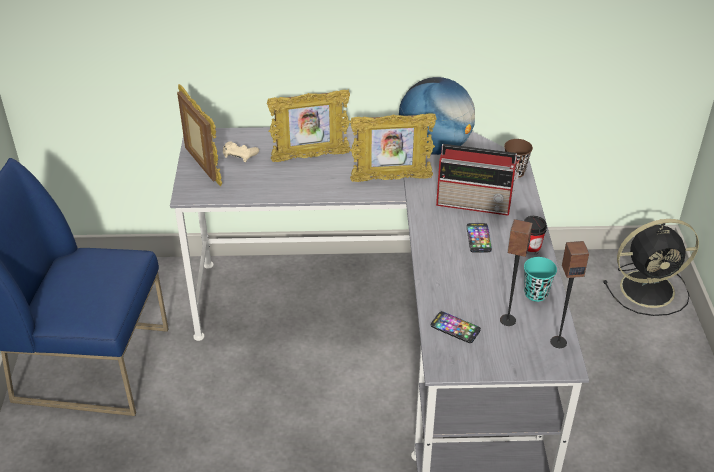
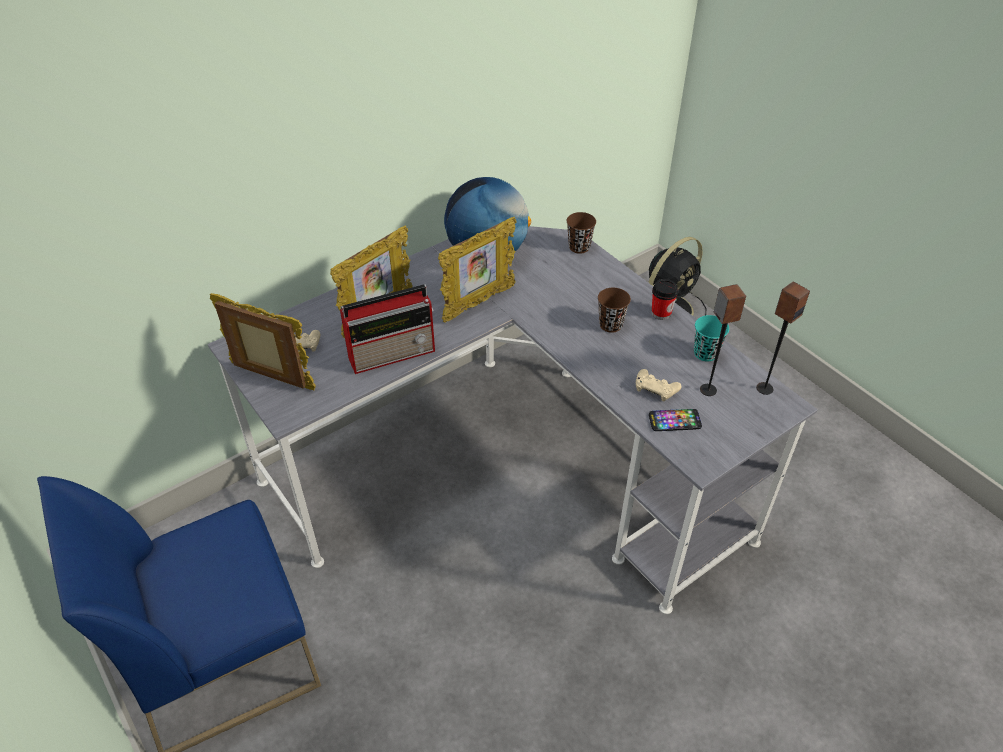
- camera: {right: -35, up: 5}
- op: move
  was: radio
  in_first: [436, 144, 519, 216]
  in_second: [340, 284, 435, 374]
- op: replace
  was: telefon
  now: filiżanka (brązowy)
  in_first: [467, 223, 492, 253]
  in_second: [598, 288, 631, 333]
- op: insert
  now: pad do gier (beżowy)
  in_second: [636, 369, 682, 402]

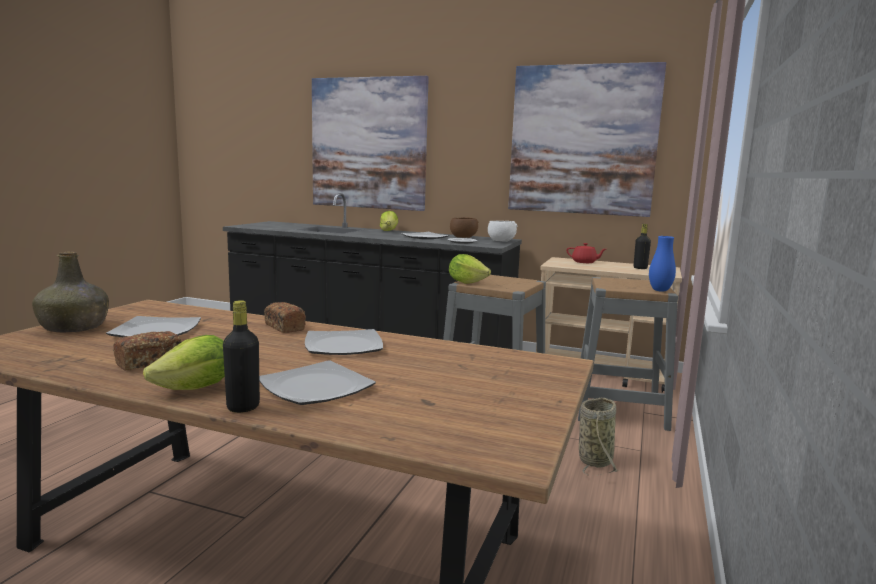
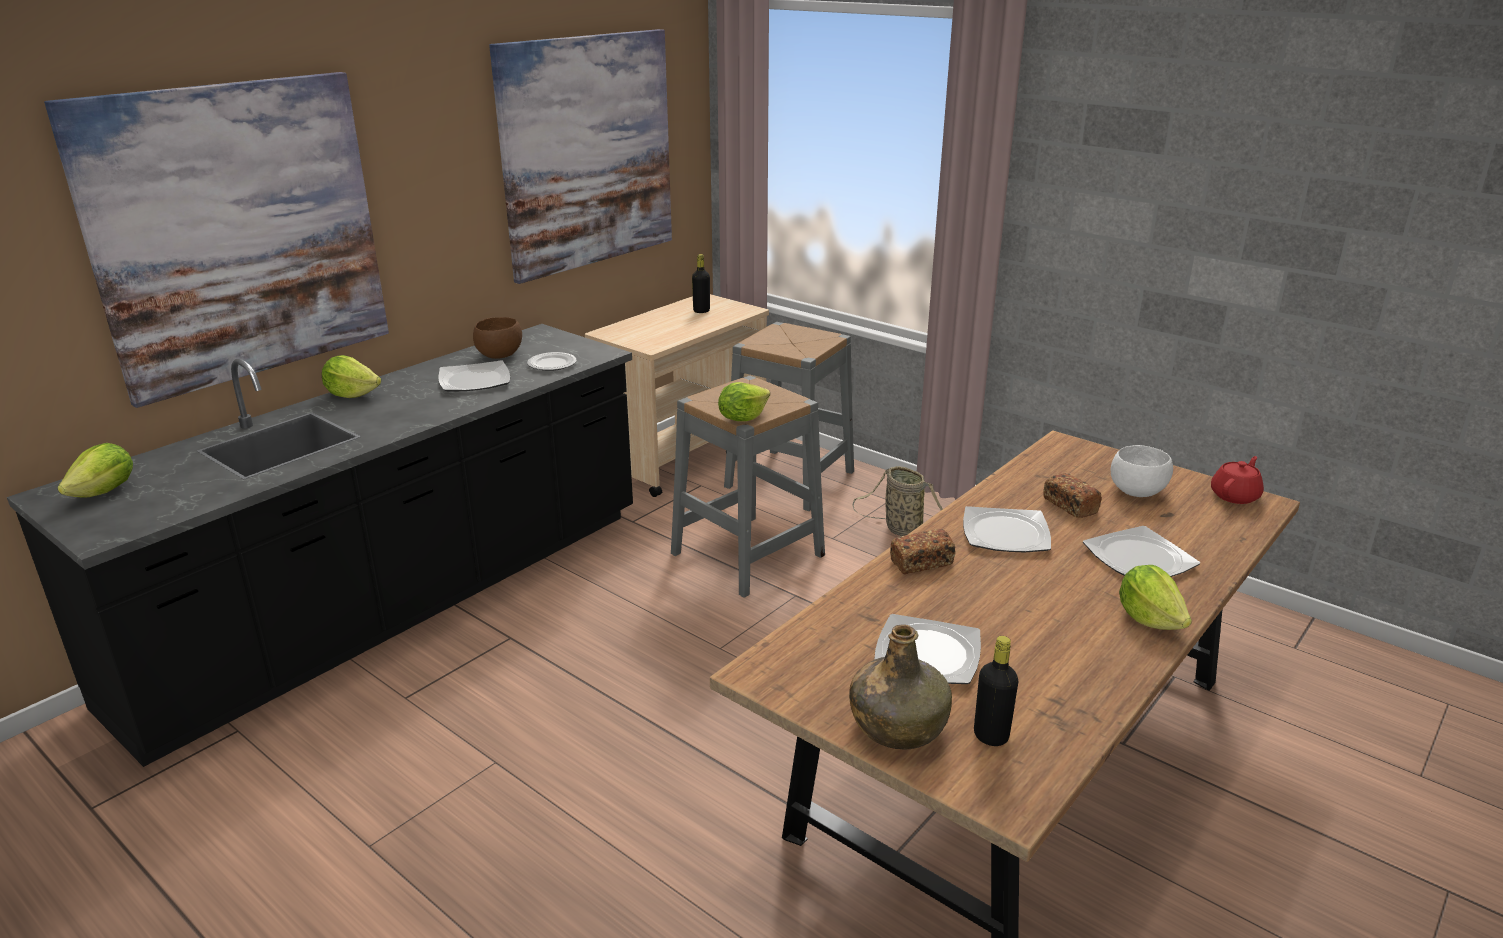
- camera: {right: -70, up: 15}
- op: insert
  now: sałata
  in_second: [57, 443, 133, 497]
- op: move
  was: butelka (czarny)
  in_first: [223, 300, 260, 413]
  in_second: [974, 636, 1018, 746]
- op: move
  was: chleb
  in_first: [113, 331, 182, 371]
  in_second: [1043, 473, 1102, 518]
- op: move
  was: miska (biały)
  in_first: [488, 221, 518, 242]
  in_second: [1111, 445, 1173, 497]
- op: move
  was: imbryk (czerwony)
  in_first: [566, 243, 606, 263]
  in_second: [1211, 456, 1264, 504]
- op: delete
  was: wazon (niebieski)
  in_first: [649, 236, 676, 292]

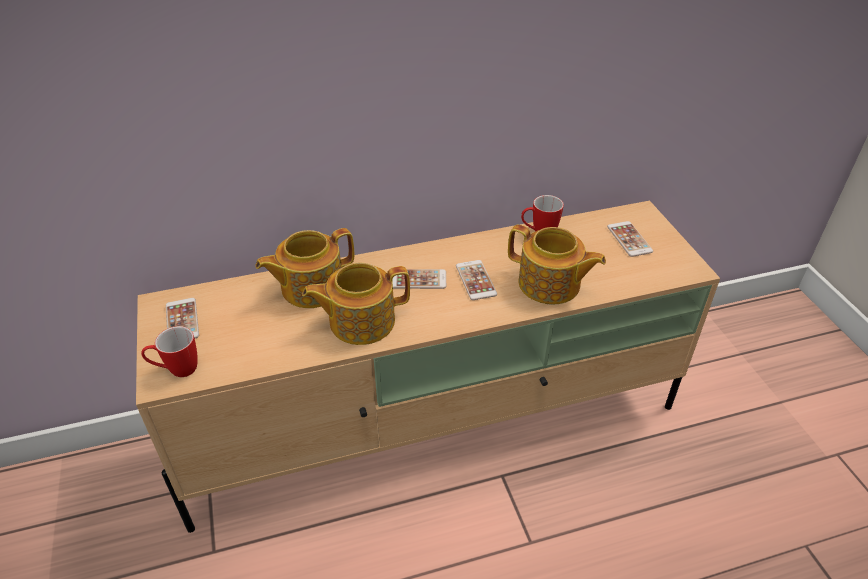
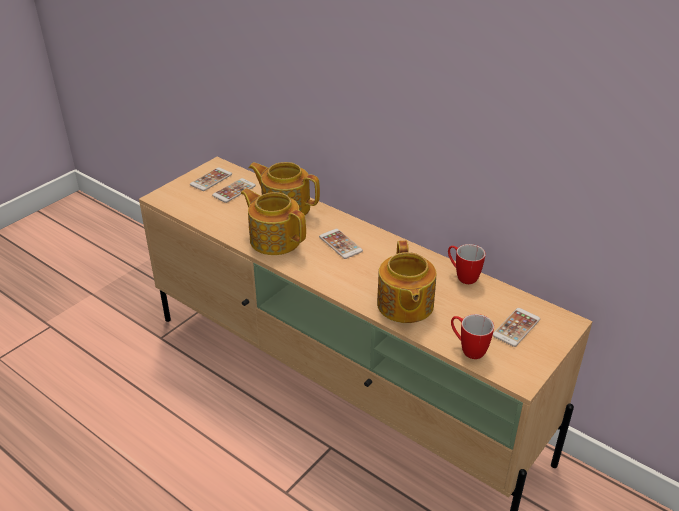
- camera: {right: 55, up: -5}
- op: move
  was: telefon
  in_first: [456, 260, 497, 300]
  in_second: [212, 178, 256, 203]
- op: move
  was: kubek
  in_first: [141, 326, 198, 377]
  in_second: [451, 314, 494, 359]

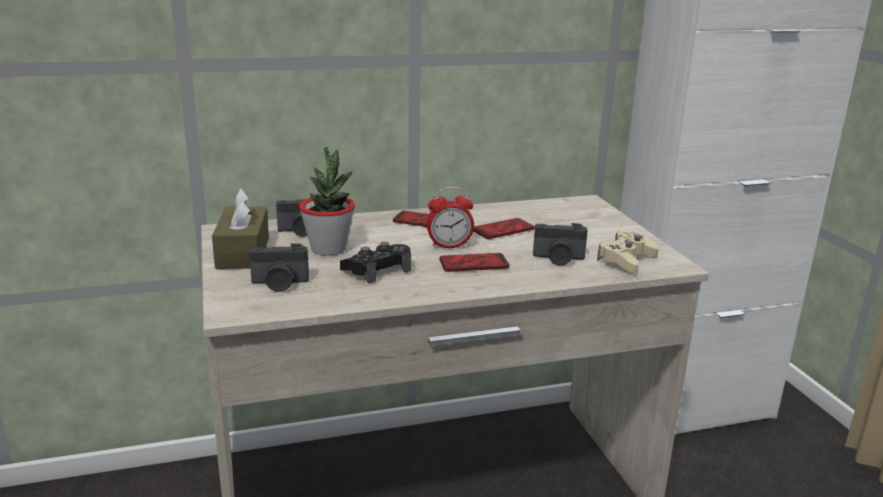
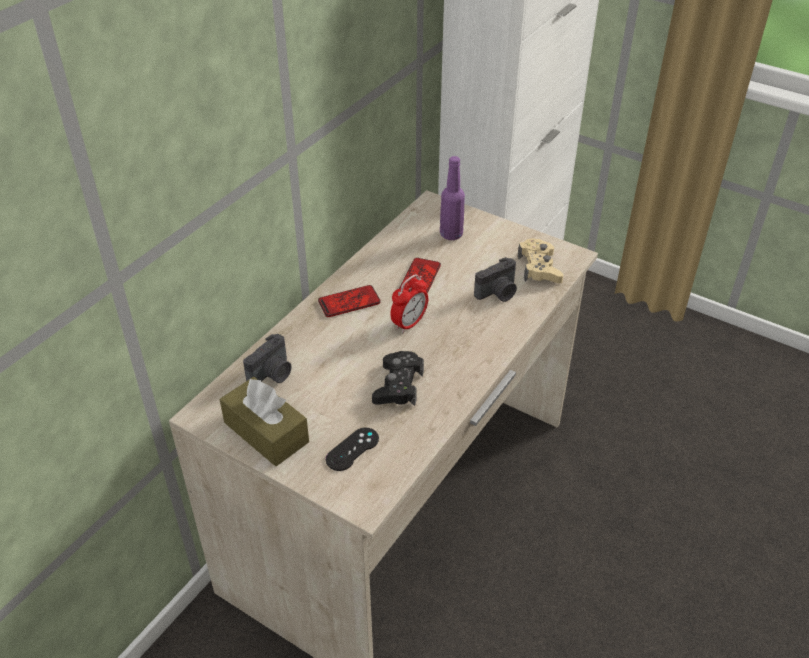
- camera: {right: -40, up: 20}
- op: replace
  was: aparat fotograficzny
  now: pad do gier (czarny)
  in_first: [249, 243, 309, 292]
  in_second: [326, 428, 379, 471]
- op: insert
  now: butelka (fioletowy)
  in_second: [440, 156, 465, 240]
- op: delete
  was: roślina doniczkowa
  in_first: [299, 147, 355, 256]
- op: delete
  was: telefon
  in_first: [439, 253, 509, 272]

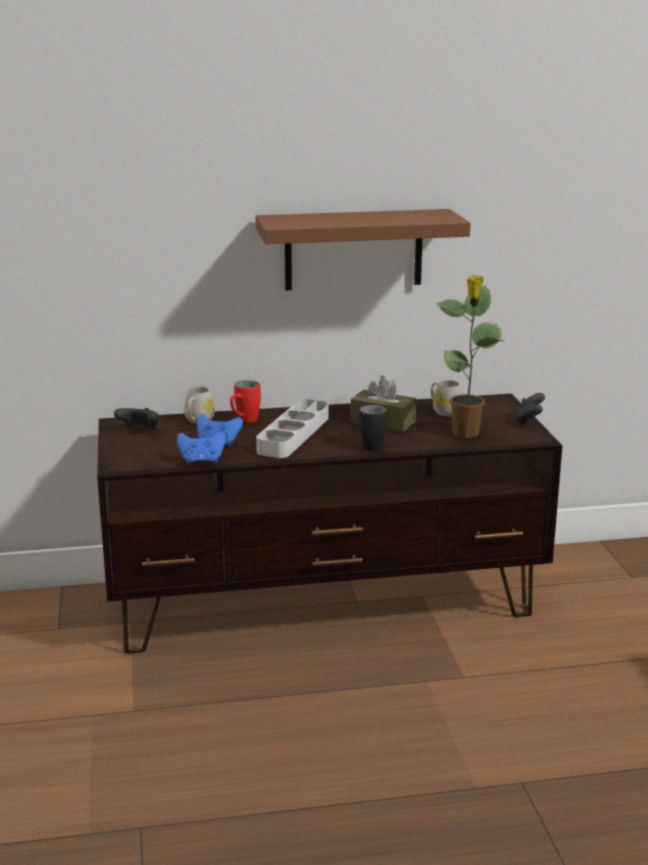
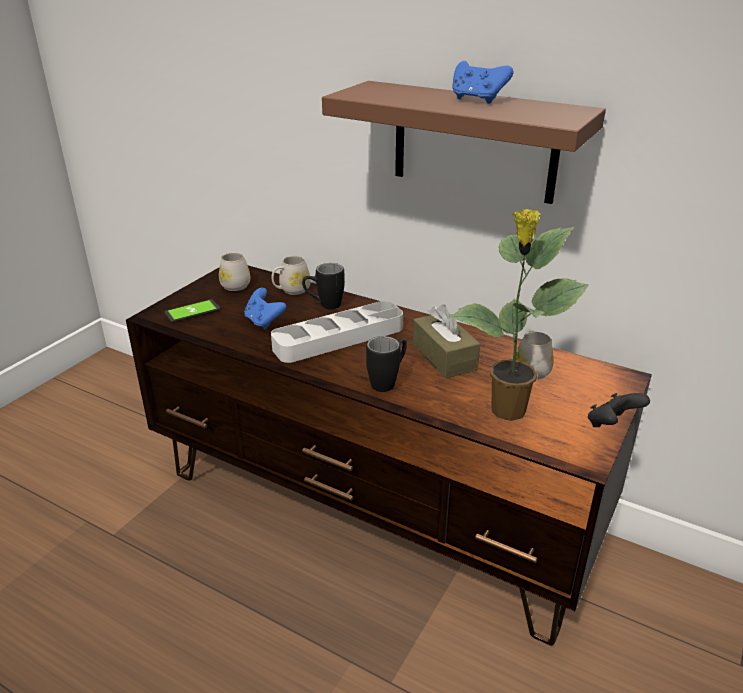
- camera: {right: 40, up: 10}
- op: insert
  now: telefon
  in_second: [164, 299, 220, 322]
- op: replace
  was: pad do gier (czarny)
  now: kubek (biały)
  in_first: [114, 408, 160, 430]
  in_second: [219, 252, 250, 291]
- op: recolor
  was: kubek (czerwony)
  now: kubek (czarny)
  in_first: [230, 380, 261, 423]
  in_second: [302, 263, 345, 309]
- op: move
  was: pad do gier (niebieski)
  in_first: [177, 432, 226, 464]
  in_second: [452, 61, 514, 104]

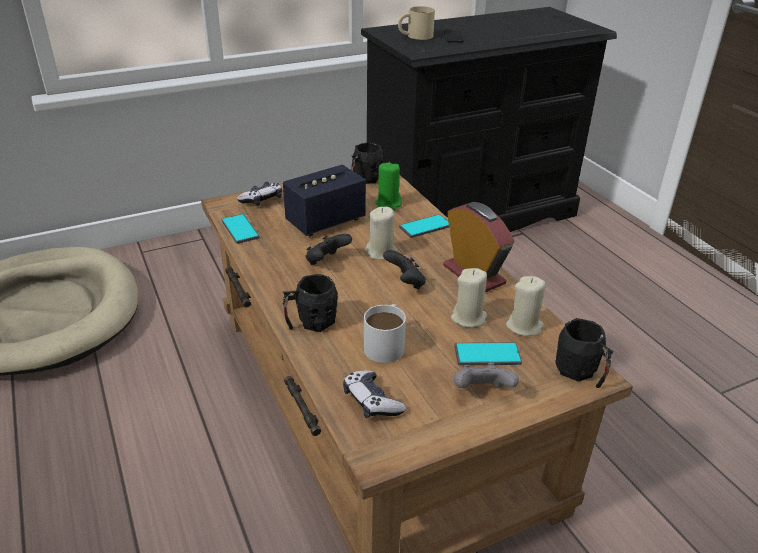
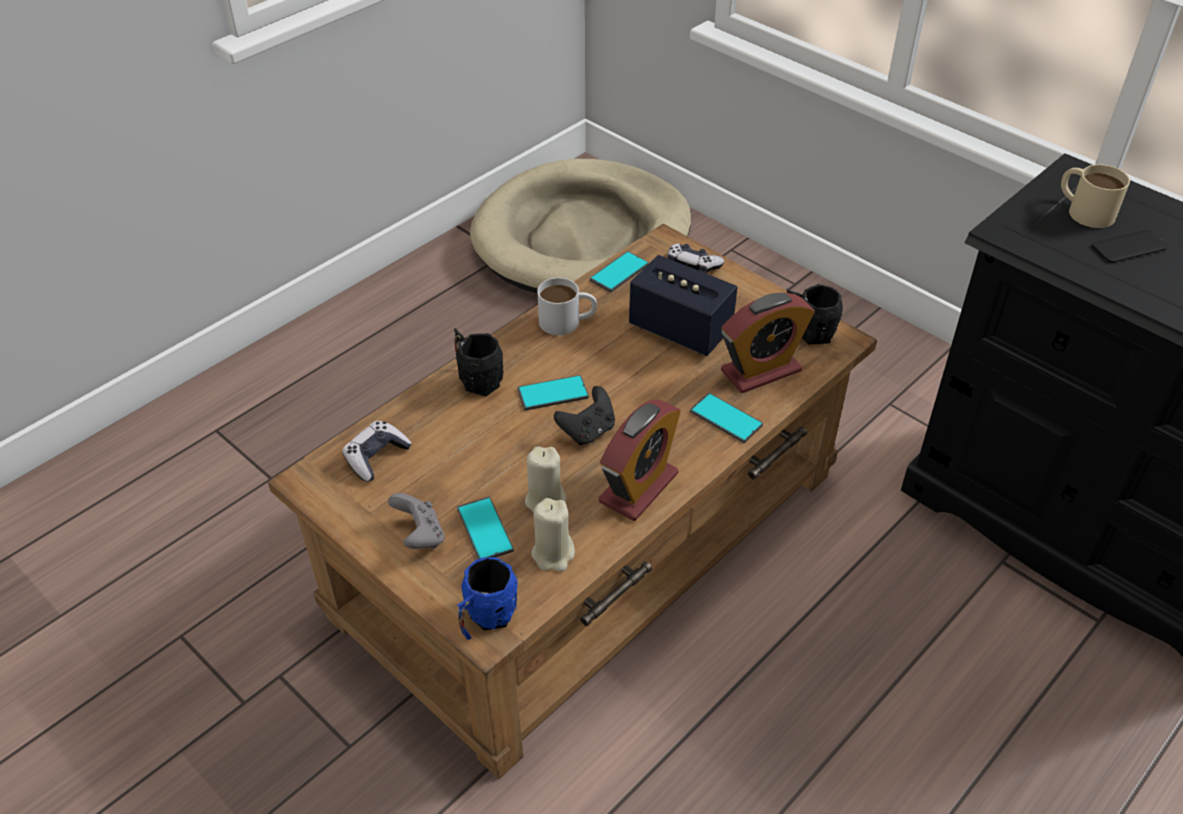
- camera: {right: 70, up: 10}
- op: recolor
  was: kubek (czarny)
  now: kubek (niebieski)
  in_first: [555, 318, 614, 388]
  in_second: [457, 557, 518, 640]
- op: insert
  now: telefon
  in_second: [517, 375, 589, 411]
- op: move
  was: kubek (biały)
  in_first: [364, 304, 406, 363]
  in_second: [538, 278, 597, 335]
- op: replace
  was: świeca (zielony)
  now: budzik
  in_first: [375, 162, 402, 211]
  in_second: [721, 293, 815, 393]
- op: delete
  was: pad do gier (czarny)
  in_first: [306, 234, 352, 265]
- op: delete
  was: świeca (beżowy)
  in_first: [366, 207, 397, 260]

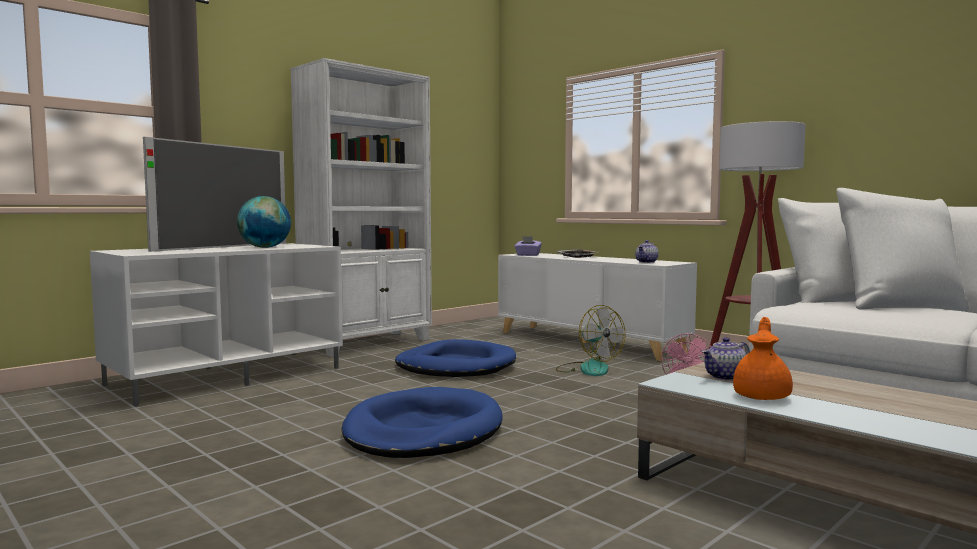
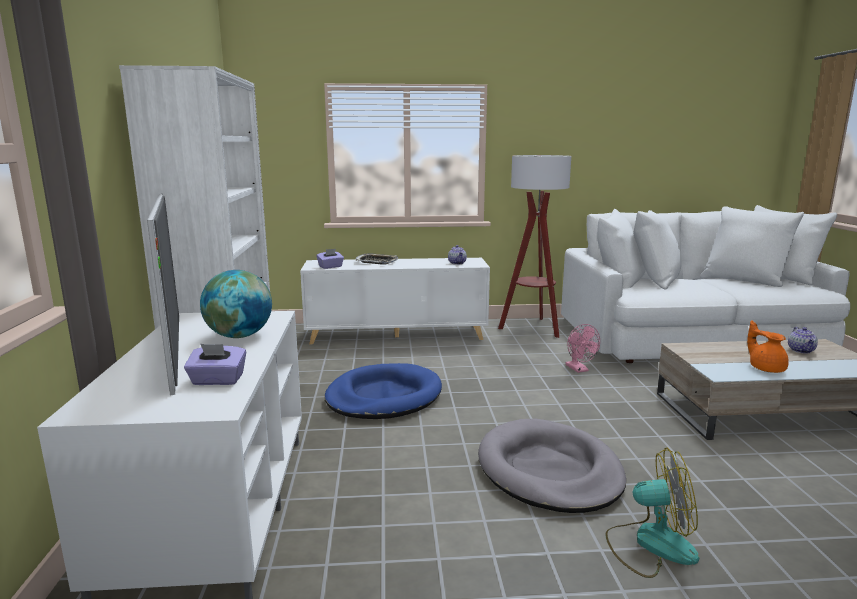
- camera: {right: -50, up: 10}
- op: insert
  now: pudełko chusteczek (fioletowy)
  in_second: [184, 344, 246, 385]
- op: recolor
  was: legowisko (niebieski)
  now: legowisko (szary)
  in_first: [341, 387, 503, 458]
  in_second: [478, 419, 626, 513]
- op: move
  was: wentylator
  in_first: [556, 305, 626, 376]
  in_second: [605, 448, 699, 578]
- op: move
  was: imbryk
  in_first: [702, 337, 750, 381]
  in_second: [788, 327, 818, 353]

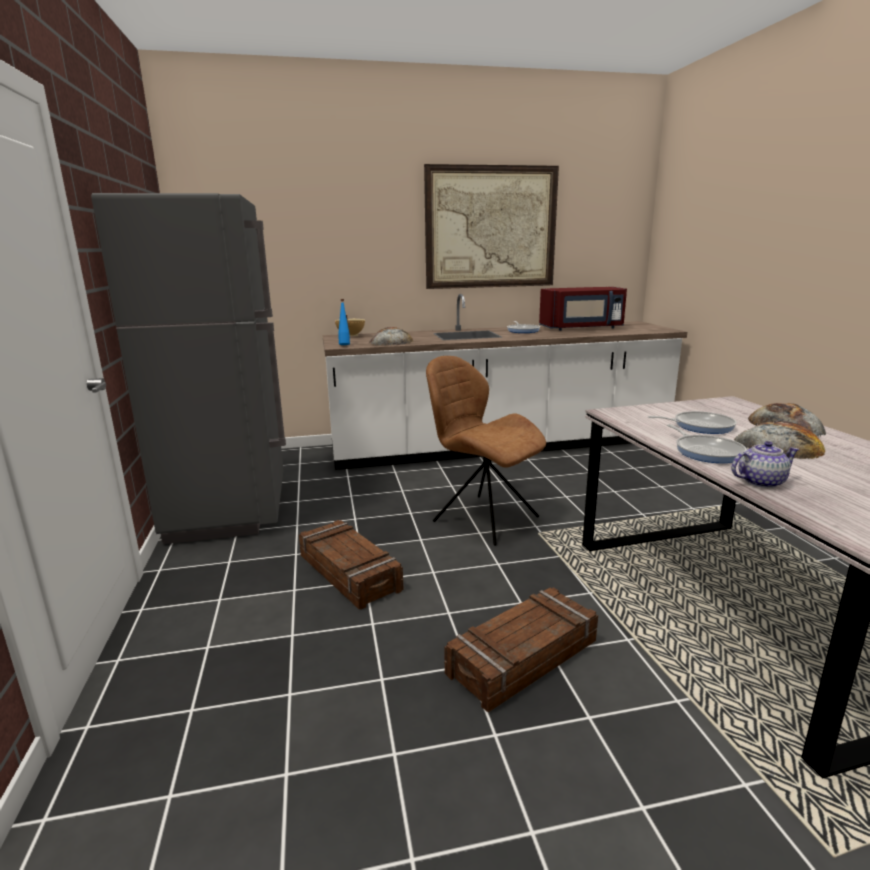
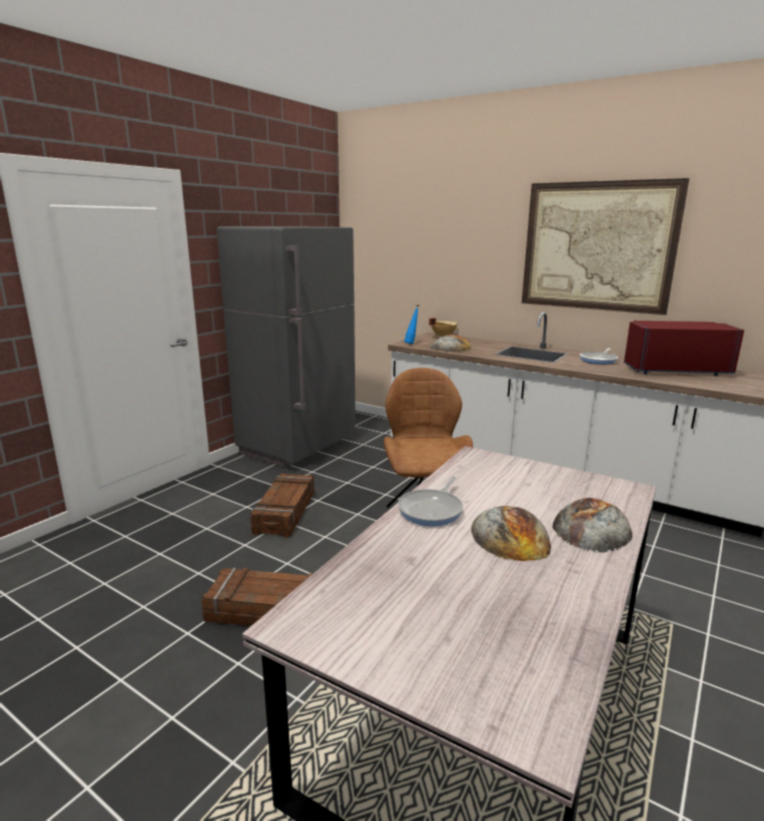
- camera: {right: 45, up: 0}
- op: rotate
  was: mikrofalówka (czerwony)
  in_first: [539, 287, 627, 331]
  in_second: [624, 321, 744, 376]
  clockwise: 150
- op: delete
  was: patelnia
  in_first: [648, 411, 737, 434]
- op: delete
  was: imbryk
  in_first: [731, 441, 799, 488]

